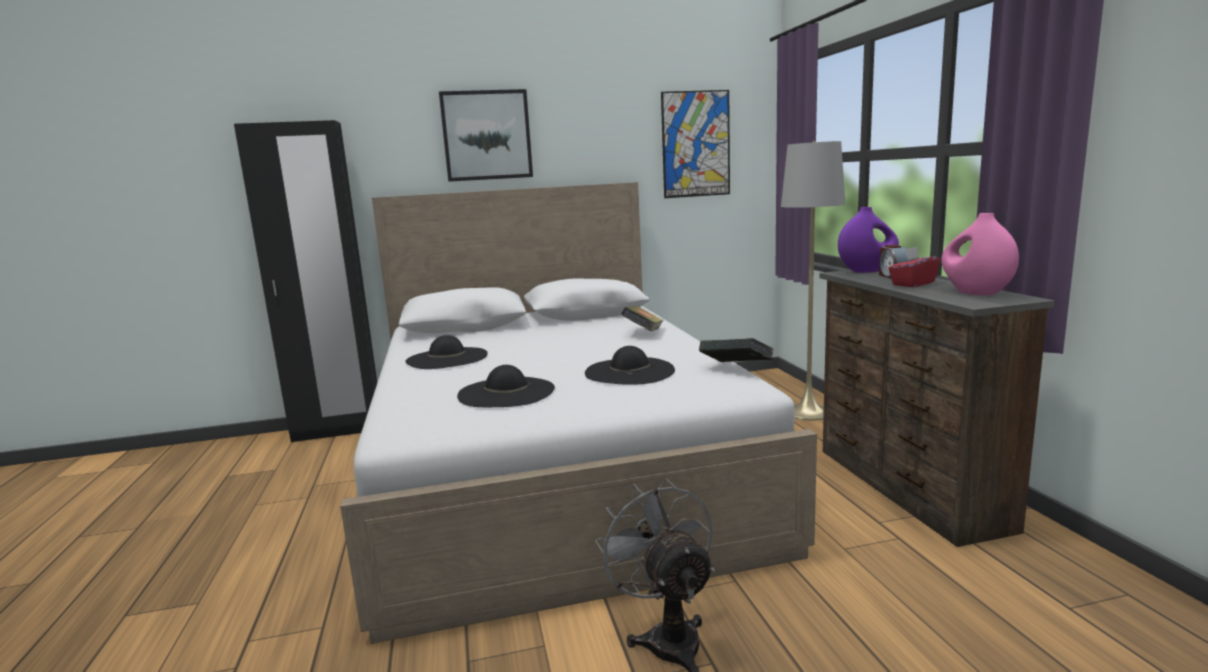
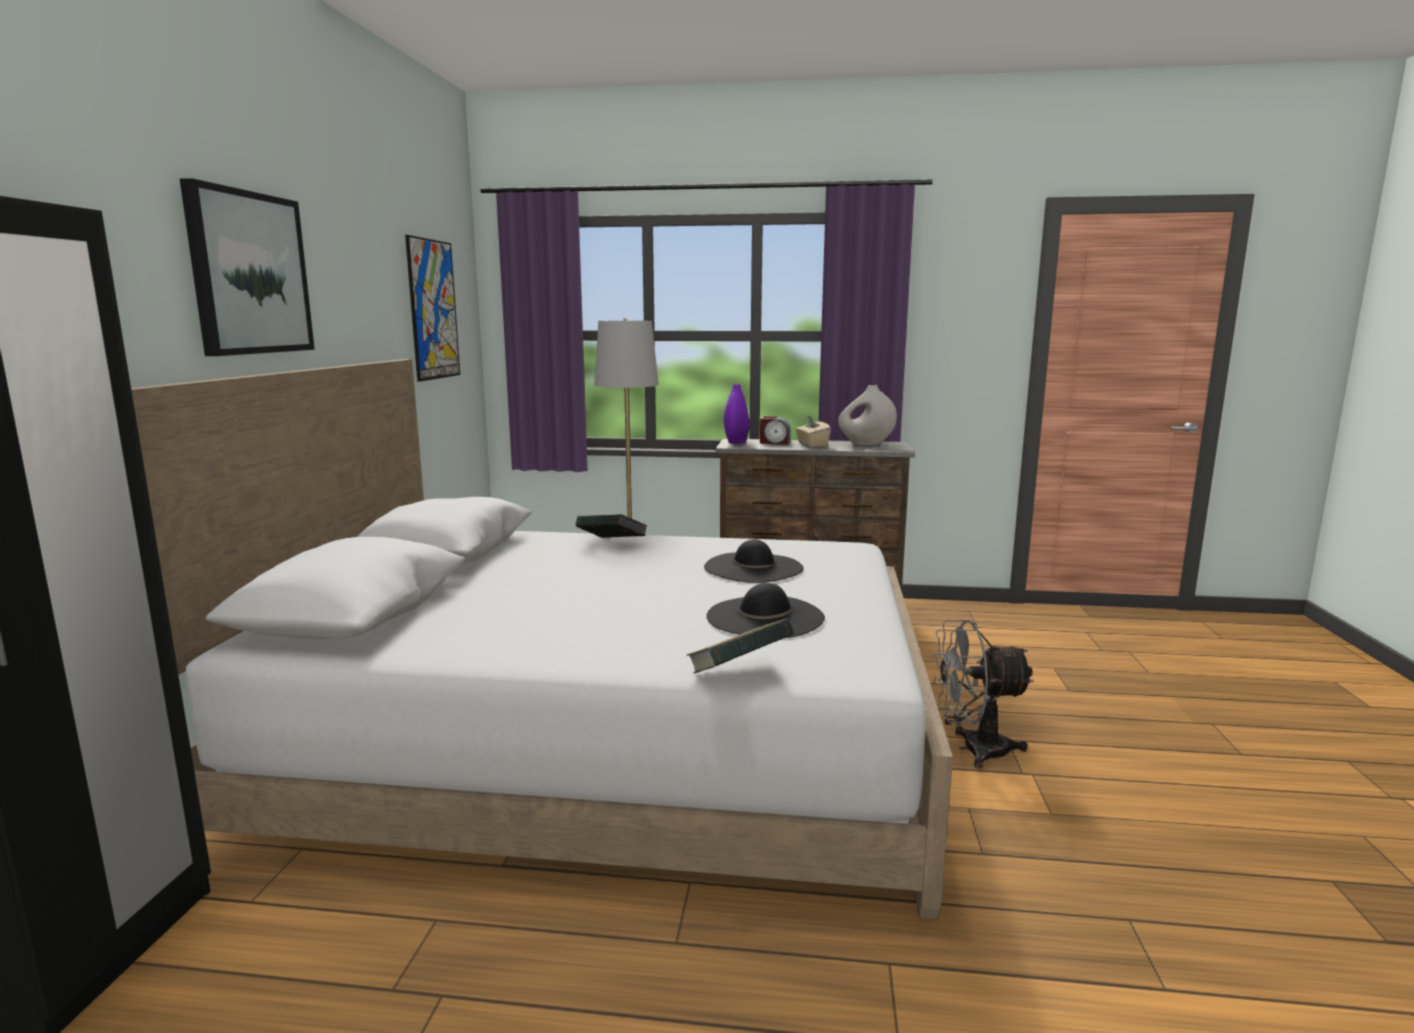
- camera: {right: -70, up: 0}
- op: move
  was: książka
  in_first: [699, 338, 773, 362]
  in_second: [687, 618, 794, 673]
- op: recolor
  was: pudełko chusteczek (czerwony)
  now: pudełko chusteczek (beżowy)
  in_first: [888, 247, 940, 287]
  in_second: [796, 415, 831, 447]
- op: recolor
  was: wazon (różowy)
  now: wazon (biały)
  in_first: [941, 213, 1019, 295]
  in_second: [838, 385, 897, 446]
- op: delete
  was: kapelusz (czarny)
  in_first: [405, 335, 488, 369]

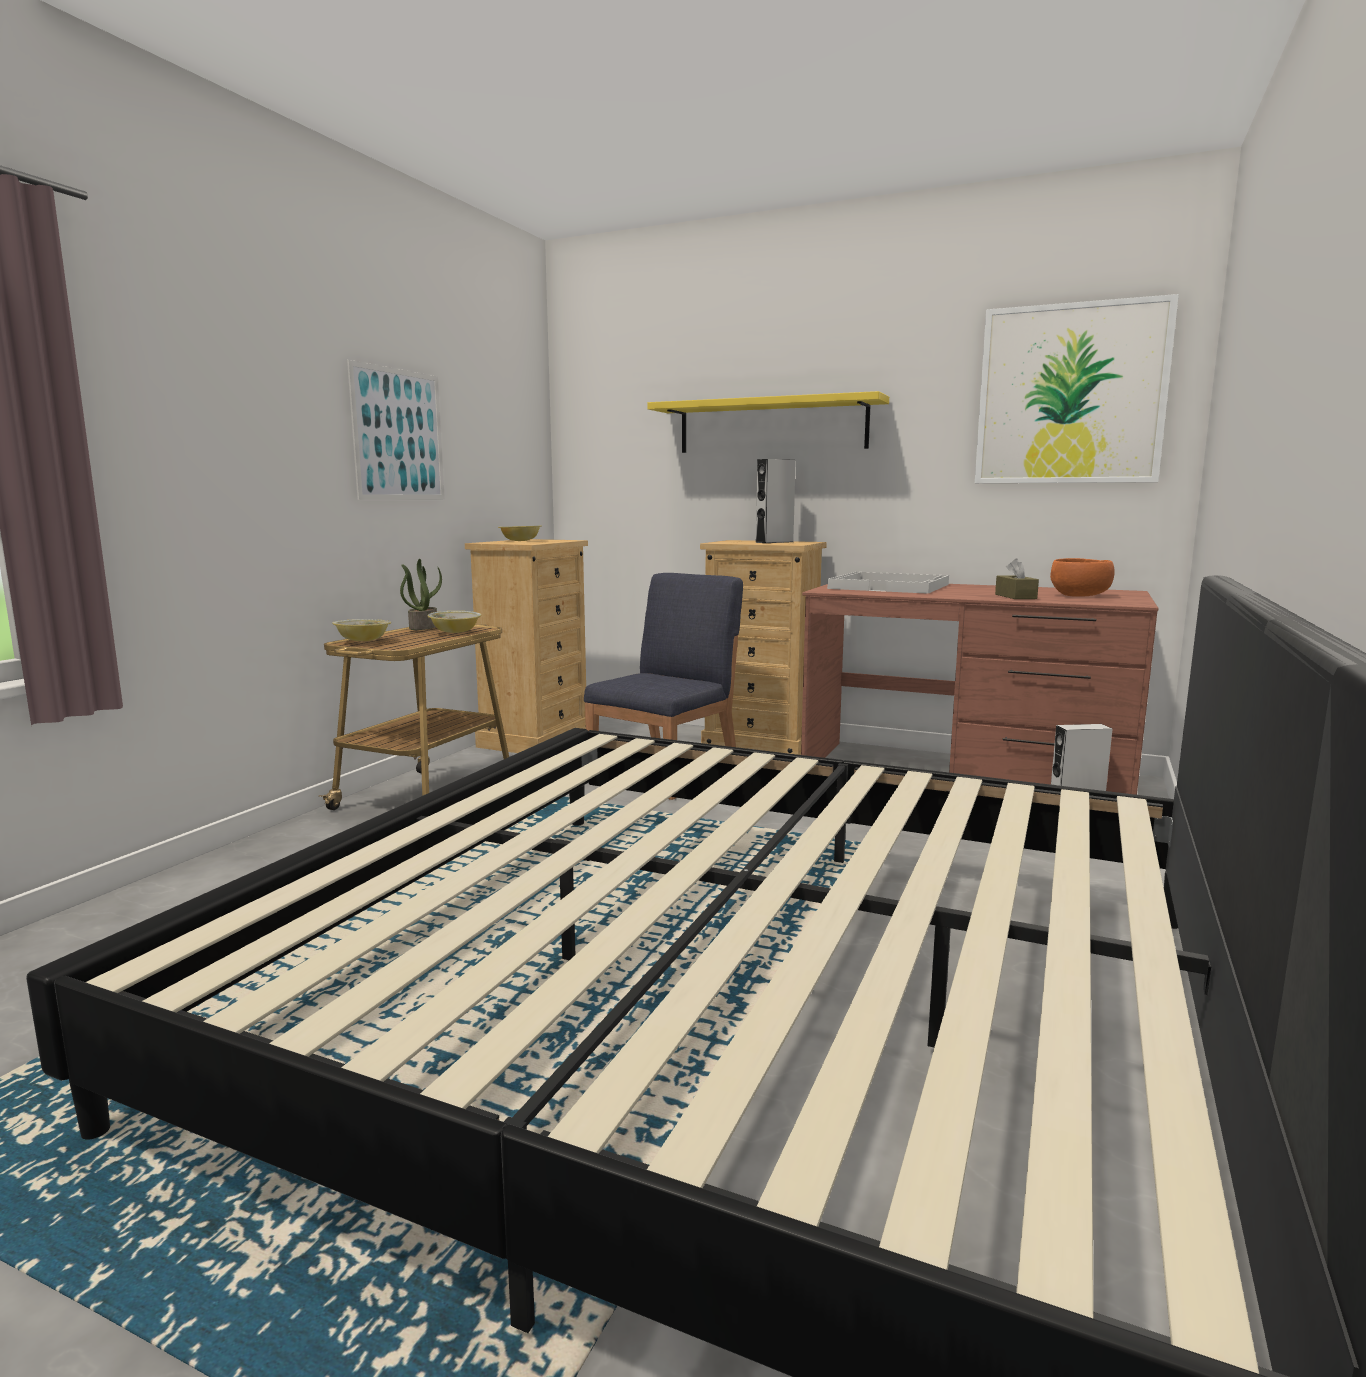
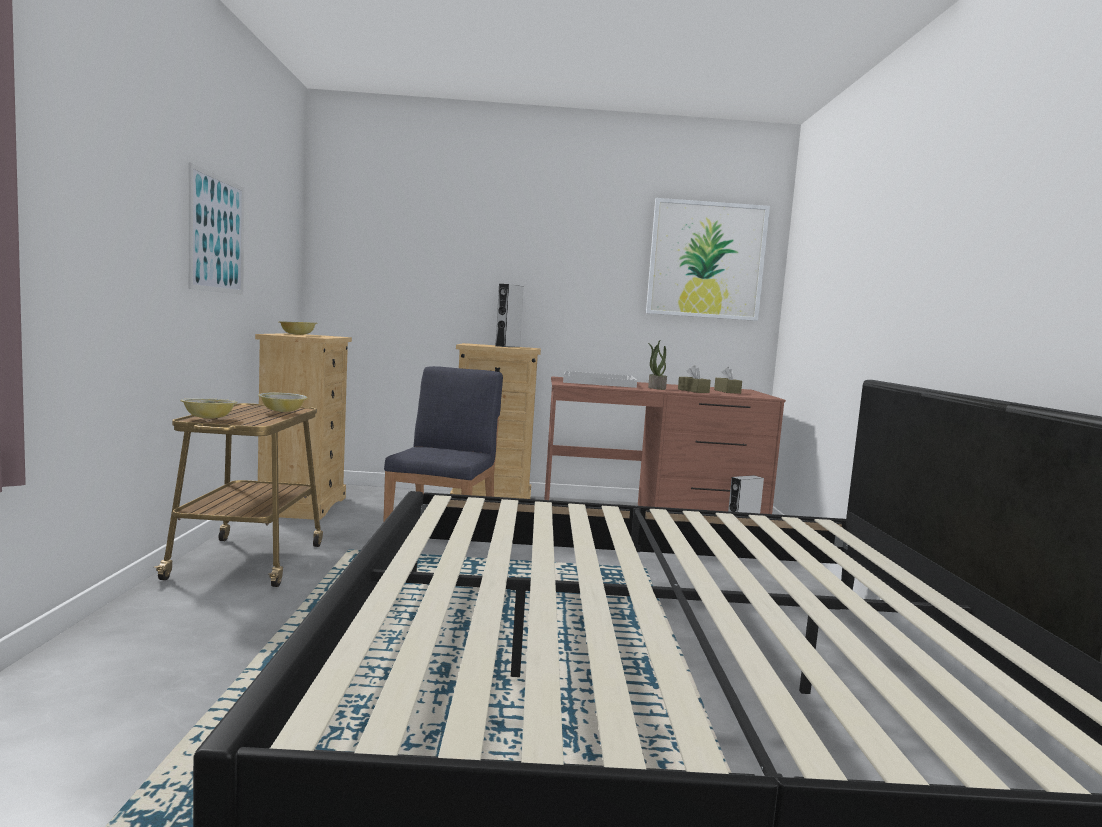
- camera: {right: -25, up: -5}
- op: move
  was: roślina doniczkowa
  in_first: [400, 559, 442, 630]
  in_second: [648, 340, 667, 390]
- op: replace
  was: miska (pomarańczowy)
  now: pudełko chusteczek (brązowy)
  in_first: [1050, 558, 1115, 597]
  in_second: [714, 367, 742, 394]
- op: delete
  was: półka (żółty)
  in_first: [647, 391, 889, 453]

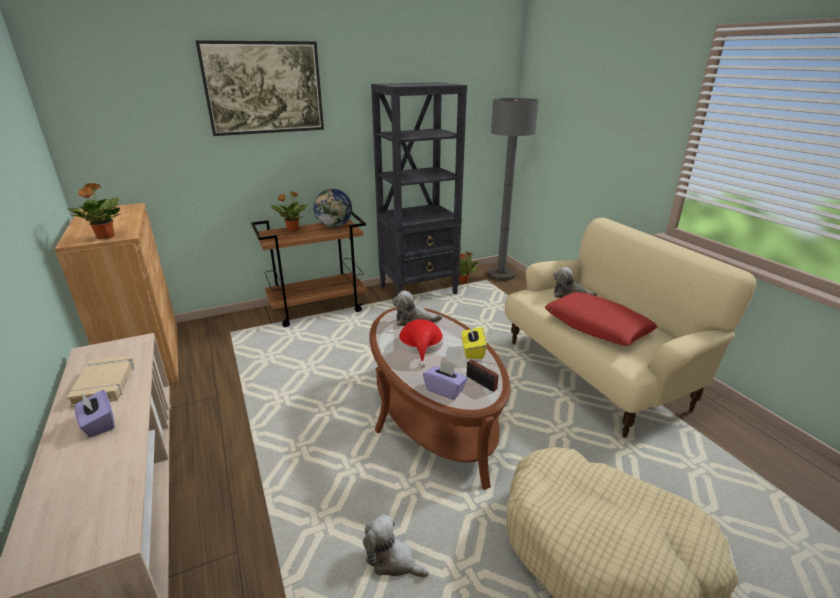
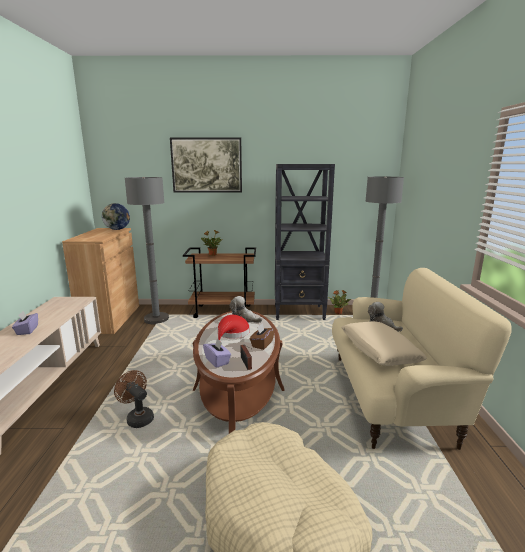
- camera: {right: 25, up: -10}
- op: move
  was: globus
  in_first: [314, 189, 352, 227]
  in_second: [102, 203, 130, 230]
- op: insert
  now: wentylator (brązowy)
  in_second: [114, 370, 154, 428]
- op: insert
  now: lampa stojąca (szary)
  in_second: [125, 177, 169, 324]
- op: recolor
  was: pudełko chusteczek (żółty)
  now: pudełko chusteczek (brązowy)
  in_first: [462, 327, 487, 359]
  in_second: [250, 323, 275, 350]
- op: recolor
  was: poduszka (czerwony)
  now: poduszka (beżowy)
  in_first: [545, 292, 658, 345]
  in_second: [341, 321, 427, 366]
- op: delete
  was: książka (beżowy)
  in_first: [67, 355, 134, 407]
- op: delete
  was: roślina doniczkowa
  in_first: [68, 183, 122, 239]
- op: delete
  was: pluszak
  in_first: [363, 514, 429, 578]

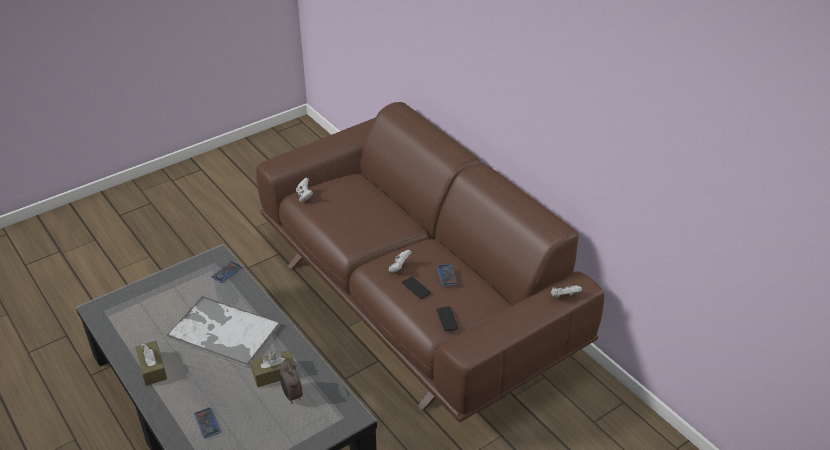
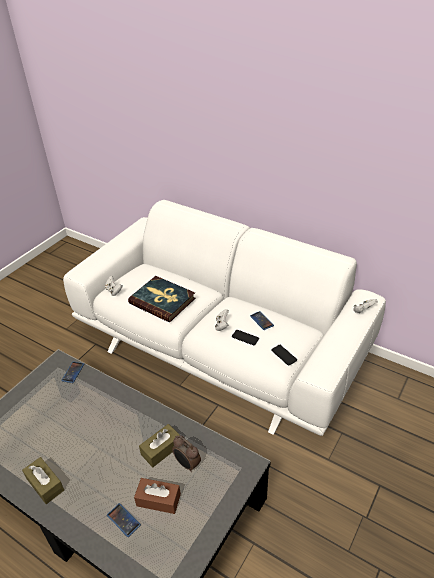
- camera: {right: -20, up: 0}
- op: recolor
  was: kanapa (brązowy)
  now: kanapa (biały)
  in_first: [256, 102, 604, 423]
  in_second: [63, 200, 386, 436]
- op: insert
  now: książka
  in_second: [128, 276, 196, 322]
- op: insert
  now: pudełko chusteczek (brązowy)
  in_second: [134, 478, 181, 514]
- op: delete
  was: taca
  in_first: [166, 295, 281, 368]

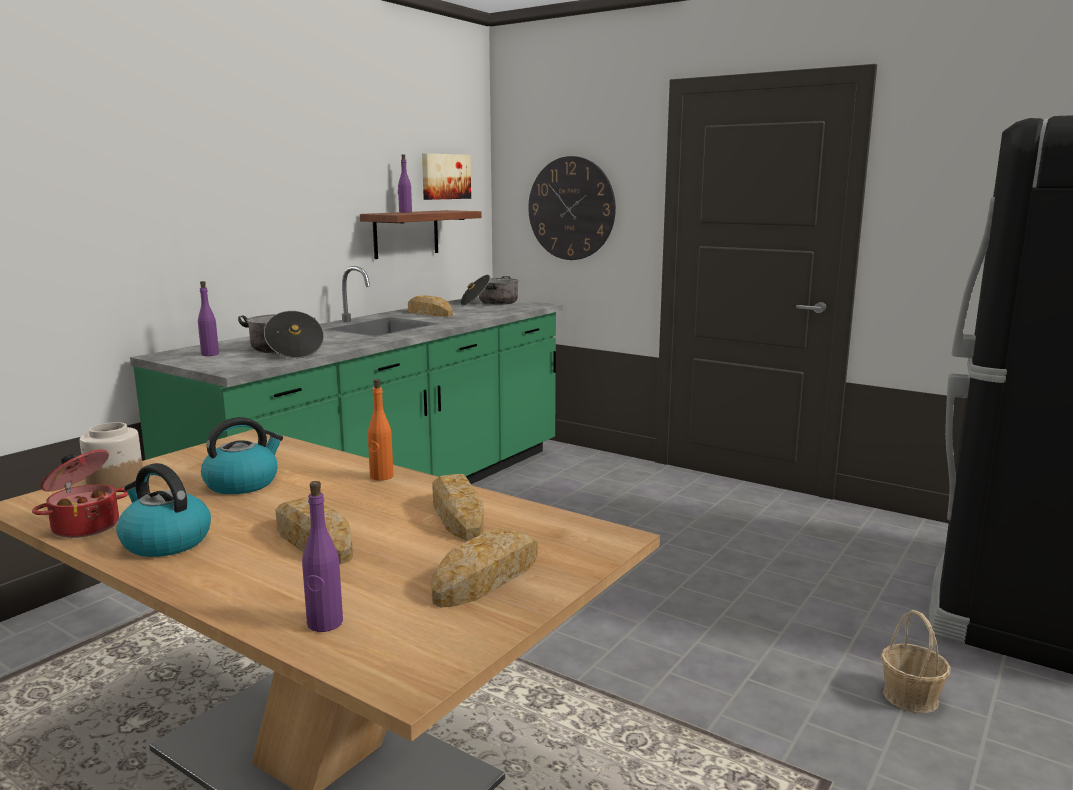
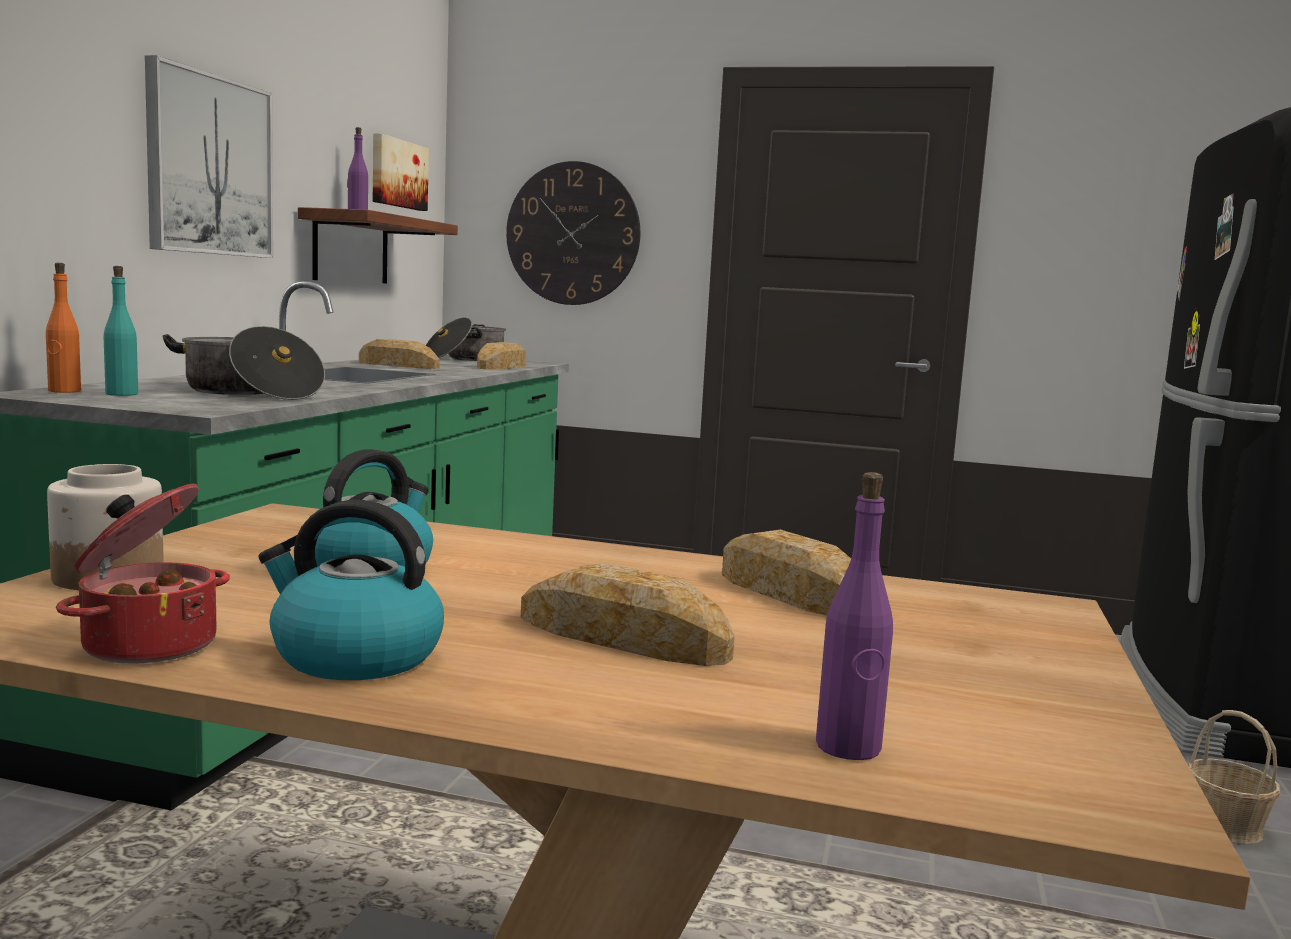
- camera: {right: -20, up: -5}
- op: move
  was: butelka (pomarańczowy)
  in_first: [368, 379, 393, 481]
  in_second: [46, 263, 81, 393]
- op: recolor
  was: butelka (fioletowy)
  now: butelka (turkusowy)
  in_first: [198, 281, 219, 356]
  in_second: [104, 266, 138, 396]
- op: insert
  now: obraz
  in_second: [145, 55, 273, 258]
- op: move
  was: chleb
  in_first: [431, 528, 538, 607]
  in_second: [477, 342, 526, 369]

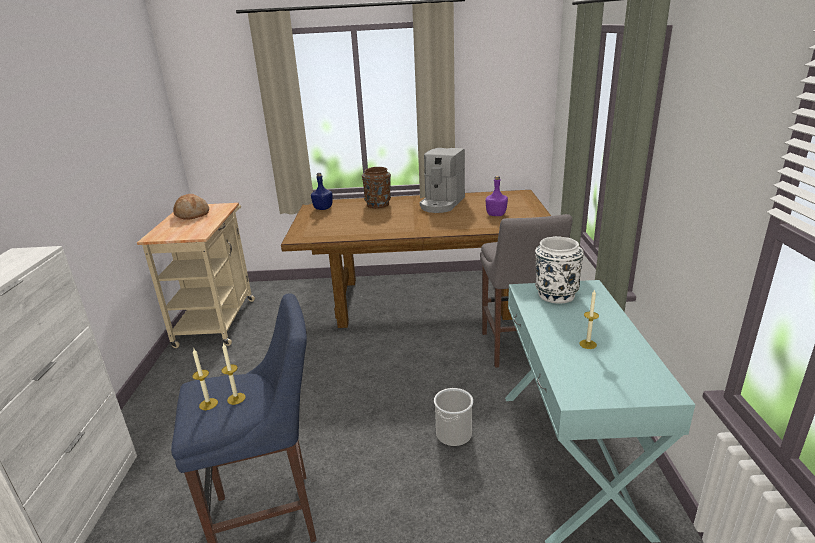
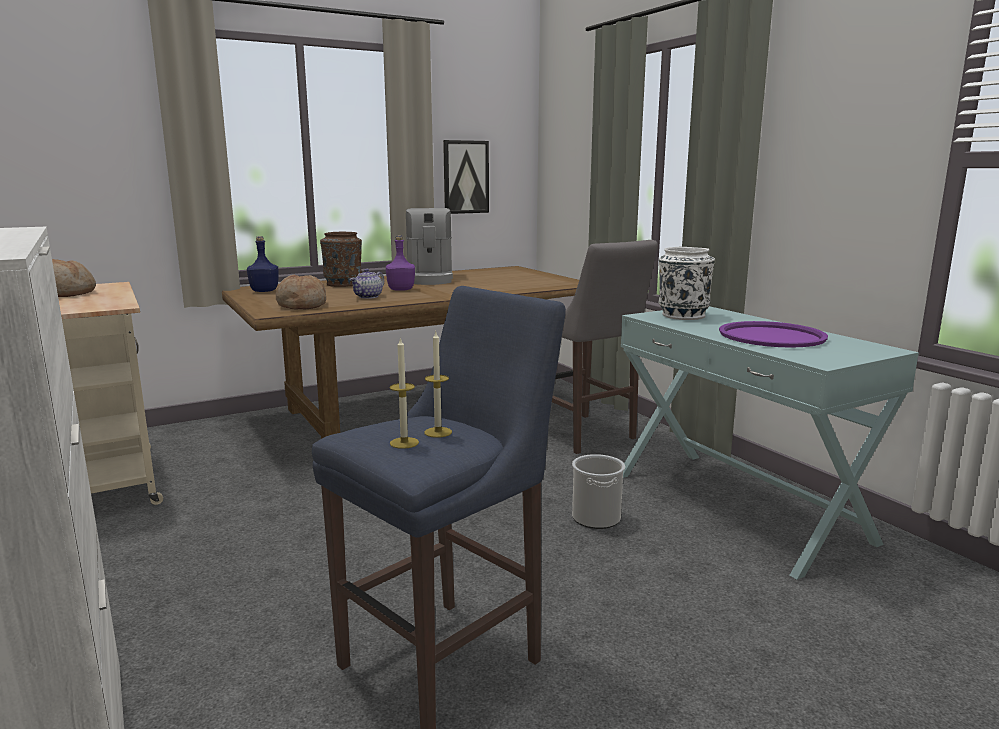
- camera: {right: -30, up: -10}
- op: insert
  now: chleb
  in_second: [276, 275, 326, 309]
- op: insert
  now: imbryk
  in_second: [350, 269, 384, 299]
- op: move
  was: butelka (fioletowy)
  in_first: [486, 176, 508, 216]
  in_second: [386, 236, 415, 291]
- op: insert
  now: obraz
  in_second: [443, 140, 489, 214]
- op: replace
  was: świeca
  now: taca (fioletowy)
  in_first: [579, 289, 599, 349]
  in_second: [719, 321, 828, 347]

